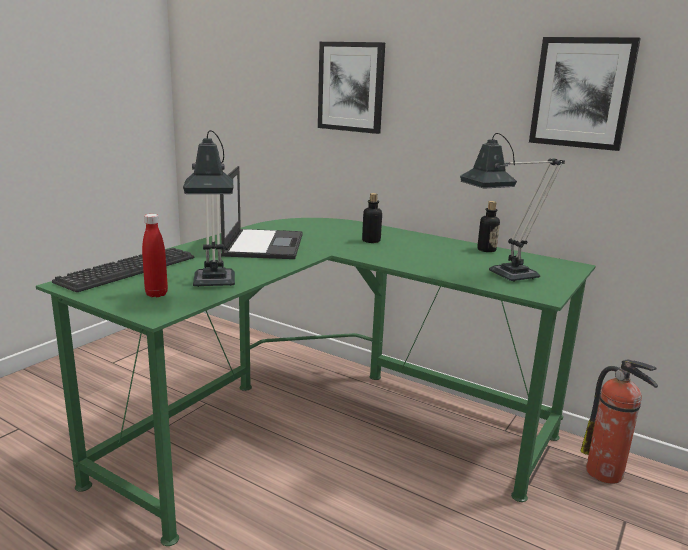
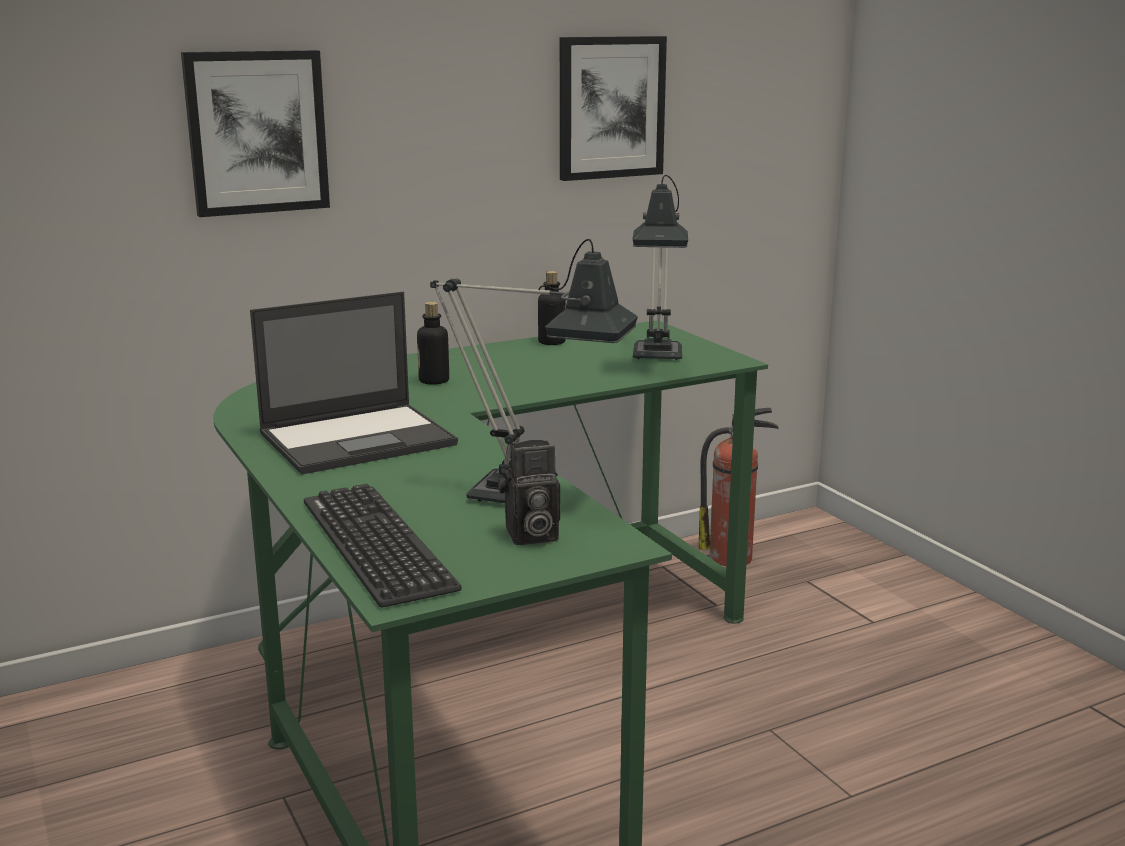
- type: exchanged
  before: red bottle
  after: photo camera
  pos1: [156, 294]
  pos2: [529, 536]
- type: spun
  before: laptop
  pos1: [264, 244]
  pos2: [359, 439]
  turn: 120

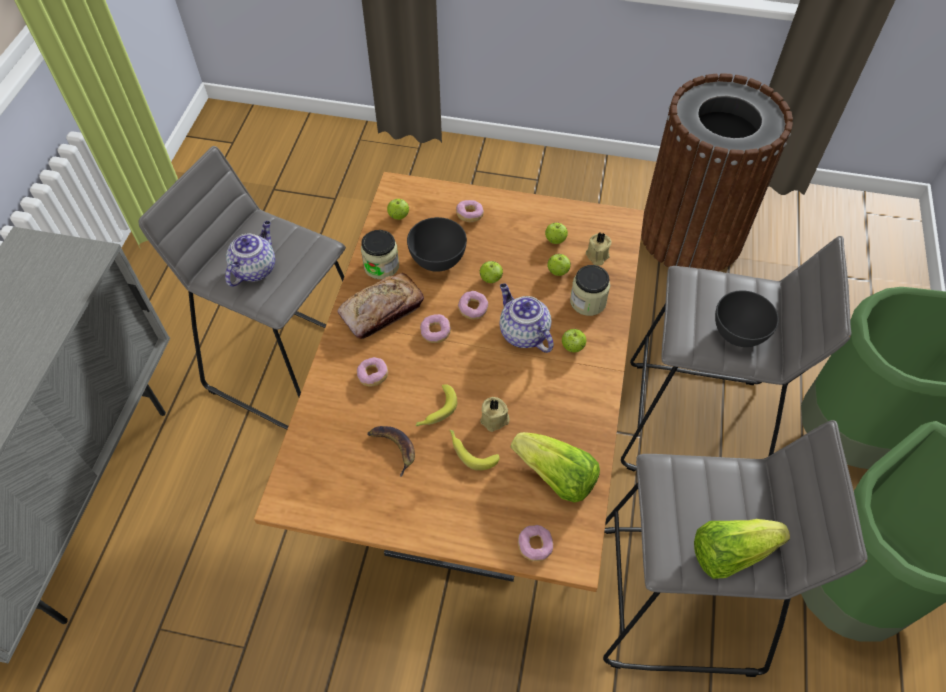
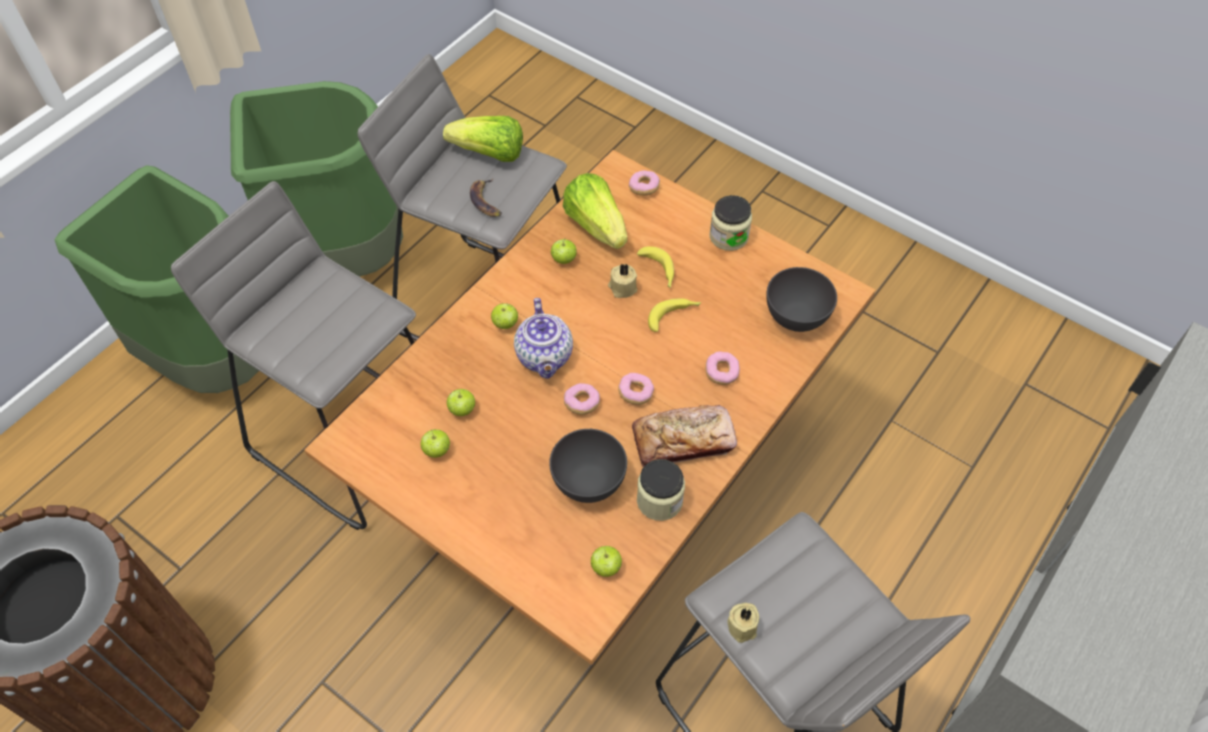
- type: missing
  before: teapot
  pos1: [255, 268]
- type: relocated
  before: banana
  pos1: [393, 448]
  pos2: [486, 201]
- type: missing
  before: donut
  pos1: [469, 215]
- type: relocated
  before: apple
  pos1: [491, 279]
  pos2: [564, 259]
- type: relocated
  before: jar
  pos1: [588, 301]
  pos2: [728, 236]
- type: relocated
  before: beige candle
  pos1: [597, 256]
  pos2: [743, 626]
- type: relocated
  before: grey bowl
  pos1: [738, 334]
  pos2: [796, 316]

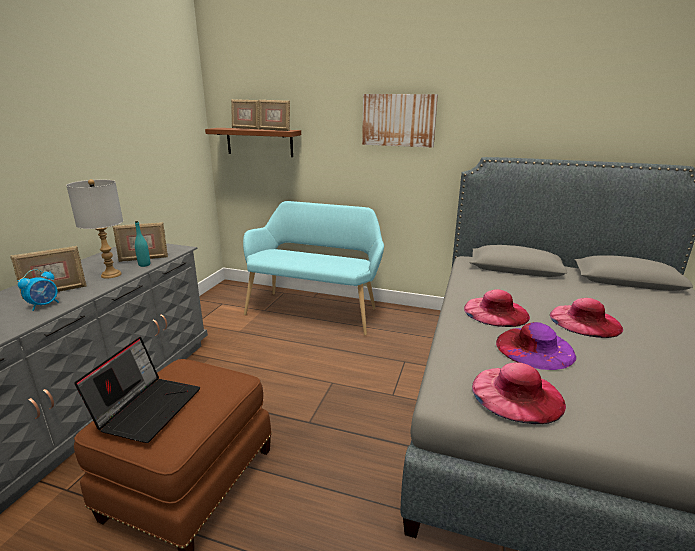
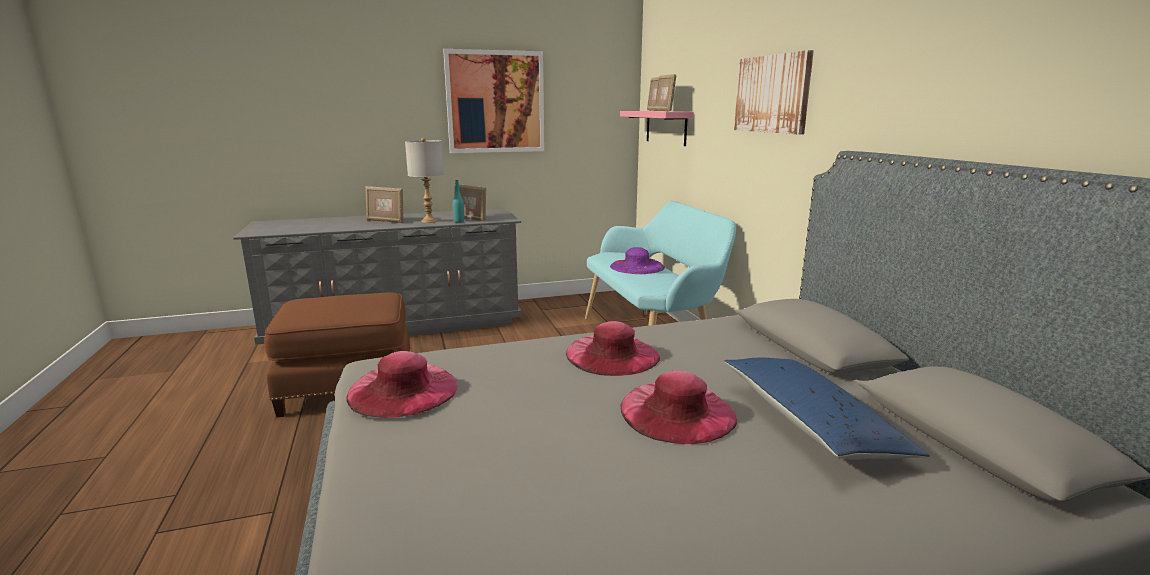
- type: missing
  before: alarm clock
  pos1: [44, 305]
- type: missing
  before: laptop
  pos1: [148, 407]
- type: colour
  before: brown shelf
  after: pink shelf
  pos1: [259, 142]
  pos2: [666, 127]
- type: relocated
  before: purple hat
  pos1: [535, 348]
  pos2: [637, 266]
- type: appeared
  after: picture
  pos2: [495, 102]
- type: appeared
  after: blue pillow
  pos2: [810, 423]

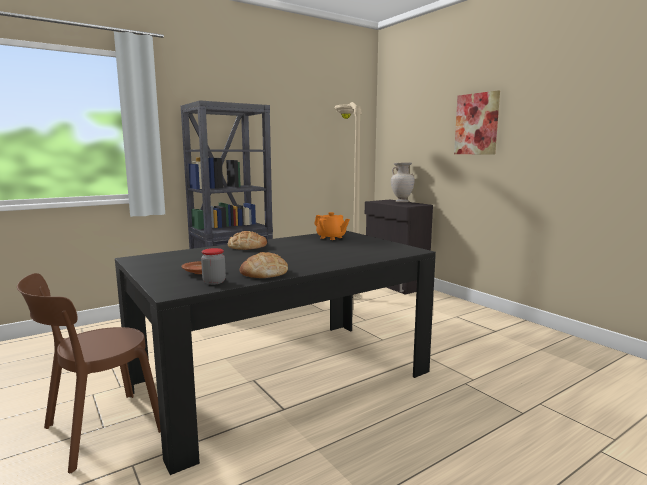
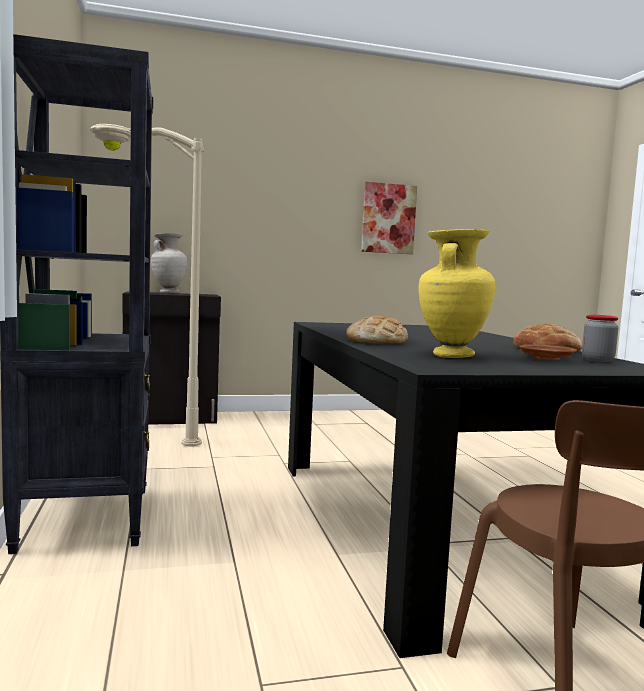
- type: missing
  before: orange teapot
  pos1: [331, 237]
- type: relocated
  before: picture
  pos1: [476, 124]
  pos2: [388, 218]
- type: appeared
  after: yellow vase
  pos2: [451, 356]

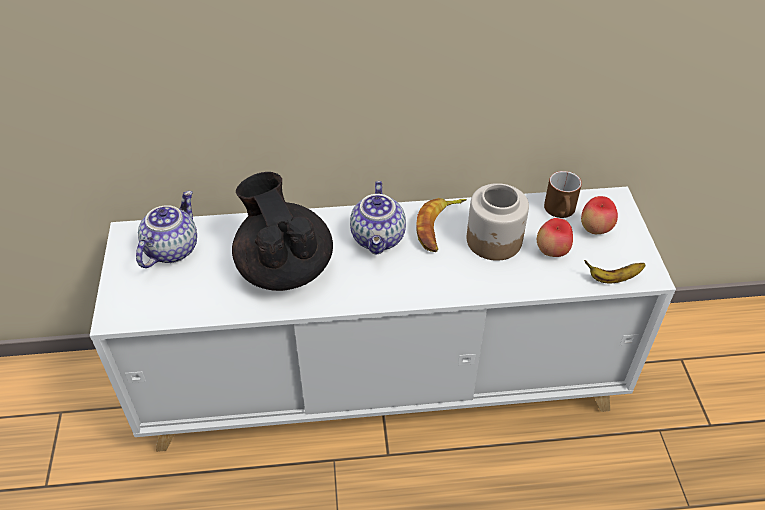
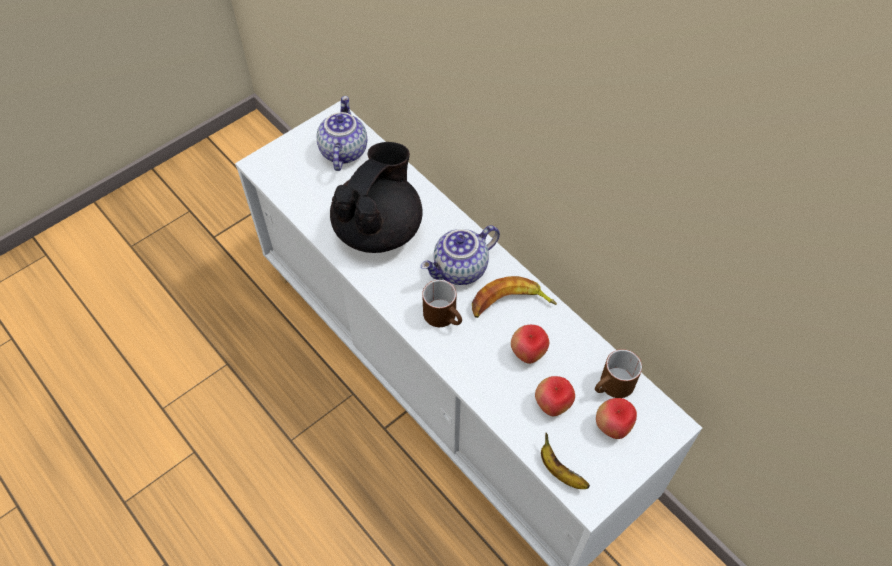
- type: spun
  before: teapot
  pos1: [171, 249]
  pos2: [342, 151]
  turn: -75
- type: exchanged
  before: jar
  after: apple
  pos1: [494, 241]
  pos2: [528, 353]
- type: appeared
  after: brown mug
  pos2: [445, 317]

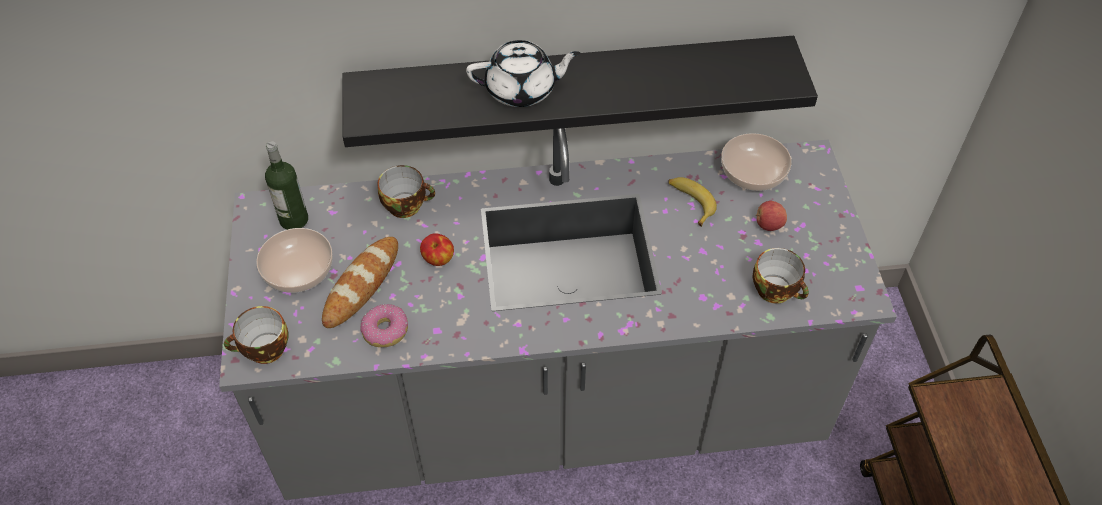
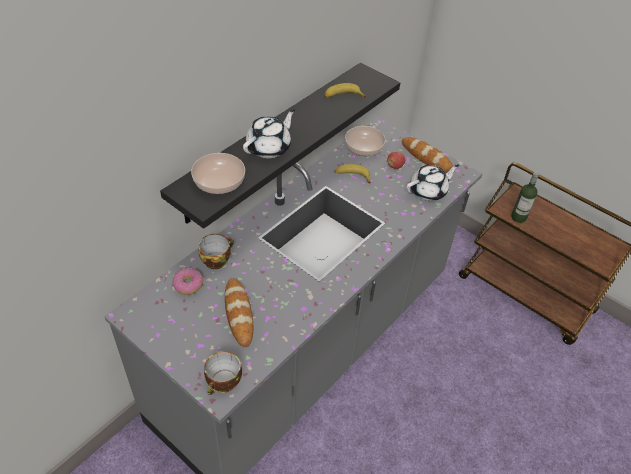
- type: relocated
  before: bowl
  pos1: [298, 270]
  pos2: [218, 182]
- type: relocated
  before: bottle
  pos1: [294, 220]
  pos2: [518, 217]
- type: relocated
  before: donut
  pos1: [385, 330]
  pos2: [188, 284]
- type: missing
  before: apple
  pos1: [438, 259]
- type: exchanged
  before: cup
  after: white teapot
  pos1: [777, 290]
  pos2: [429, 191]
- type: appeared
  after: banana
  pos2: [342, 96]
- type: appeared
  after: bread
  pos2: [427, 158]

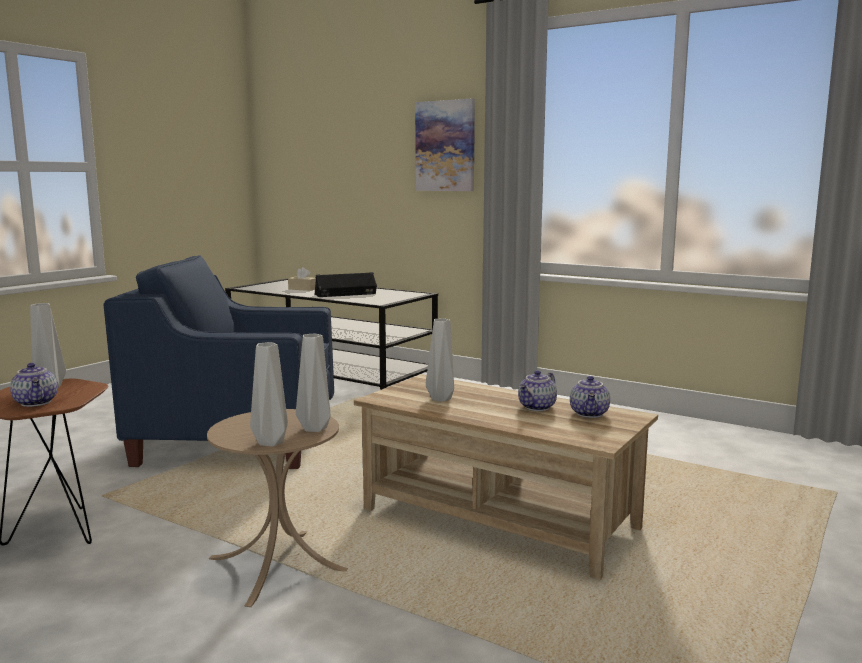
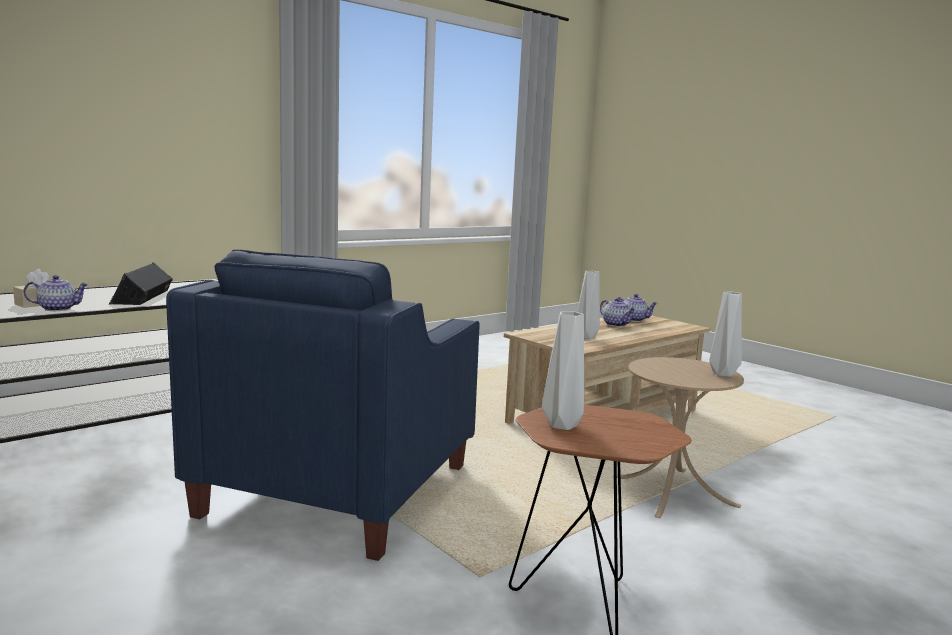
- type: relocated
  before: teapot
  pos1: [37, 402]
  pos2: [58, 309]
- type: missing
  before: grey vase
  pos1: [313, 428]
- type: missing
  before: picture
  pos1: [445, 146]

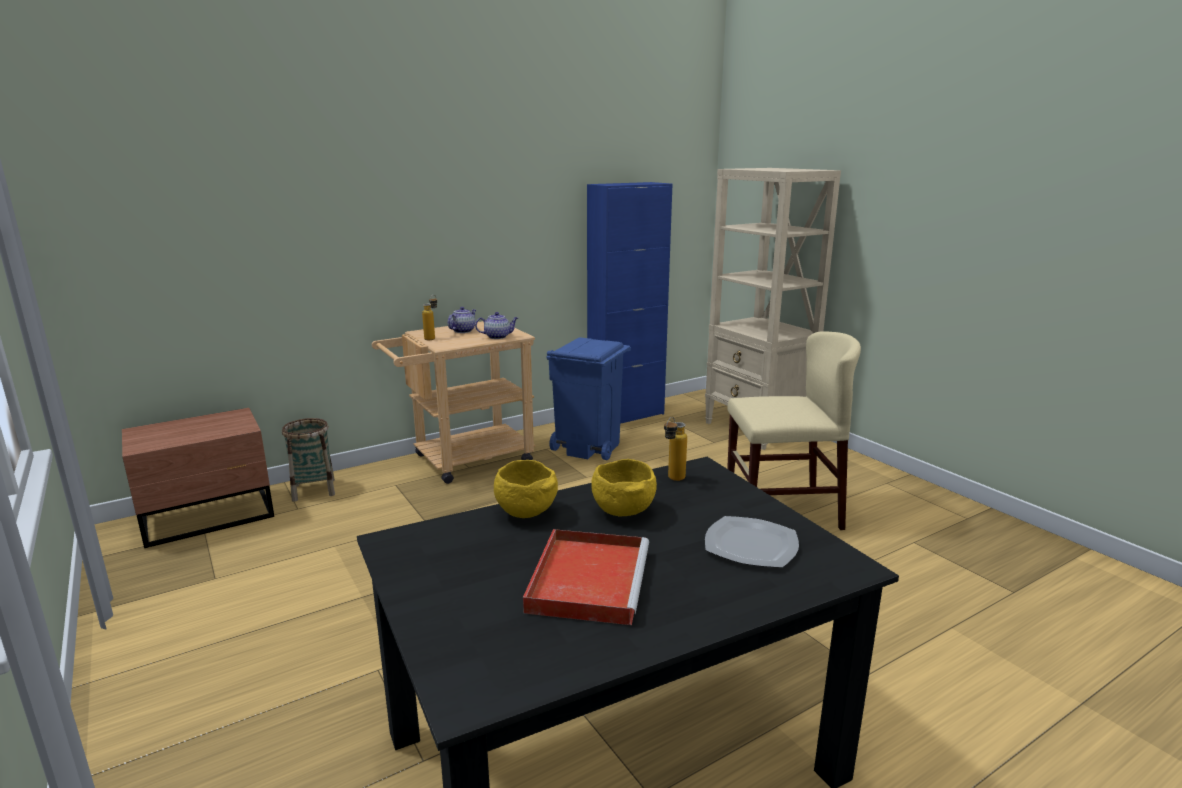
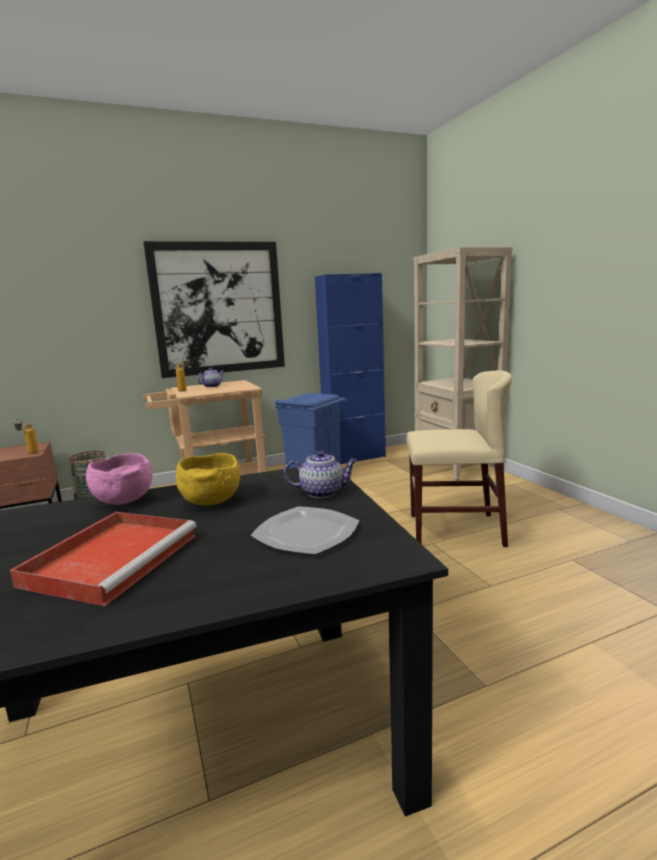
- type: relocated
  before: teapot
  pos1: [498, 337]
  pos2: [323, 492]
- type: colour
  before: yellow bowl
  after: pink bowl
  pos1: [524, 512]
  pos2: [123, 500]
- type: relocated
  before: bottle
  pos1: [672, 480]
  pos2: [29, 453]
- type: appeared
  after: picture
  pos2: [219, 309]

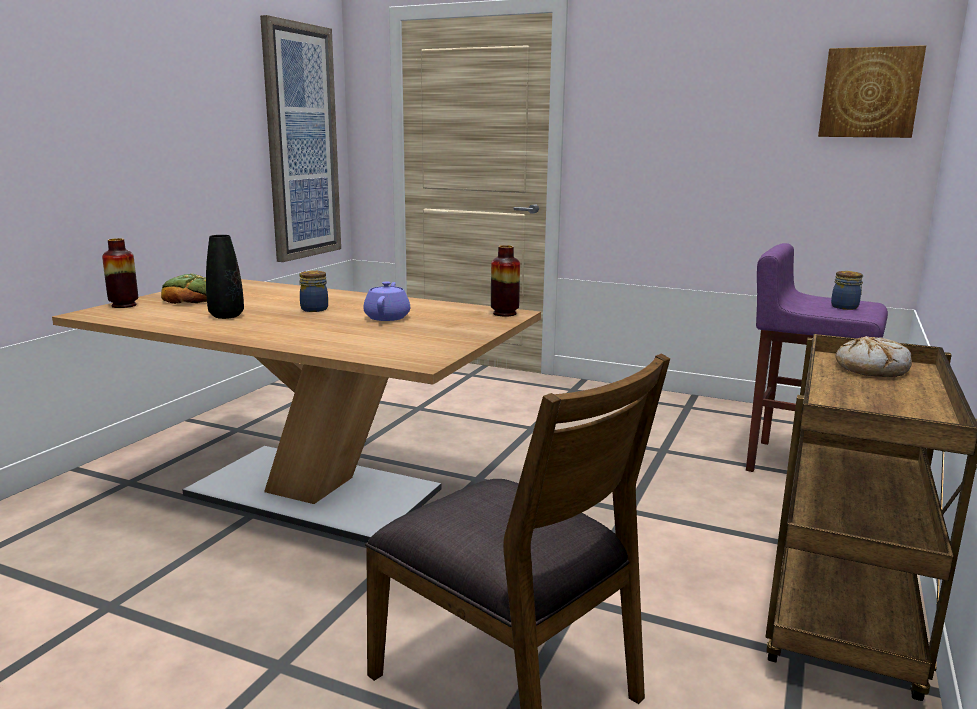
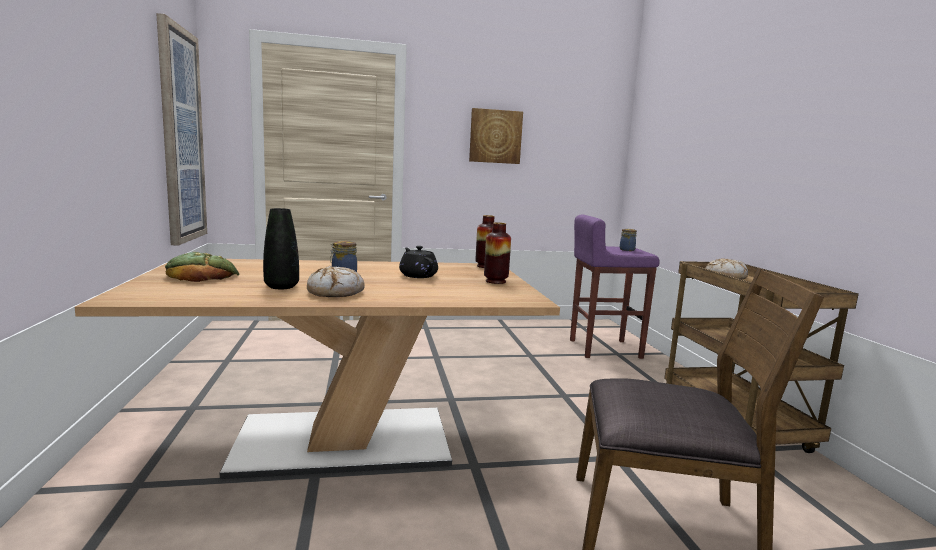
- type: relocated
  before: vase
  pos1: [124, 305]
  pos2: [495, 281]
- type: colour
  before: purple teapot
  after: black teapot
  pos1: [387, 317]
  pos2: [418, 275]
- type: relocated
  before: picture
  pos1: [869, 93]
  pos2: [495, 136]
- type: appeared
  after: bread
  pos2: [336, 292]

